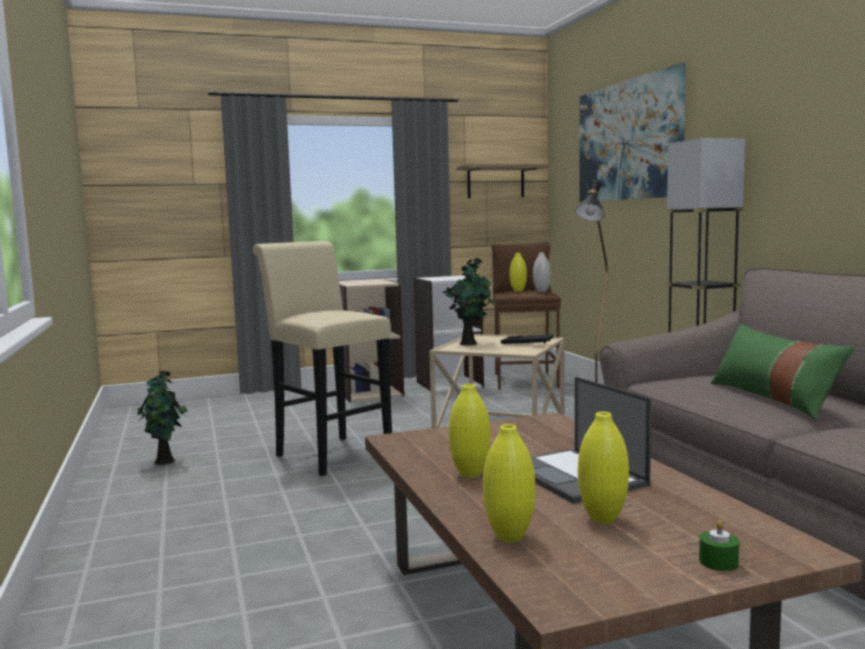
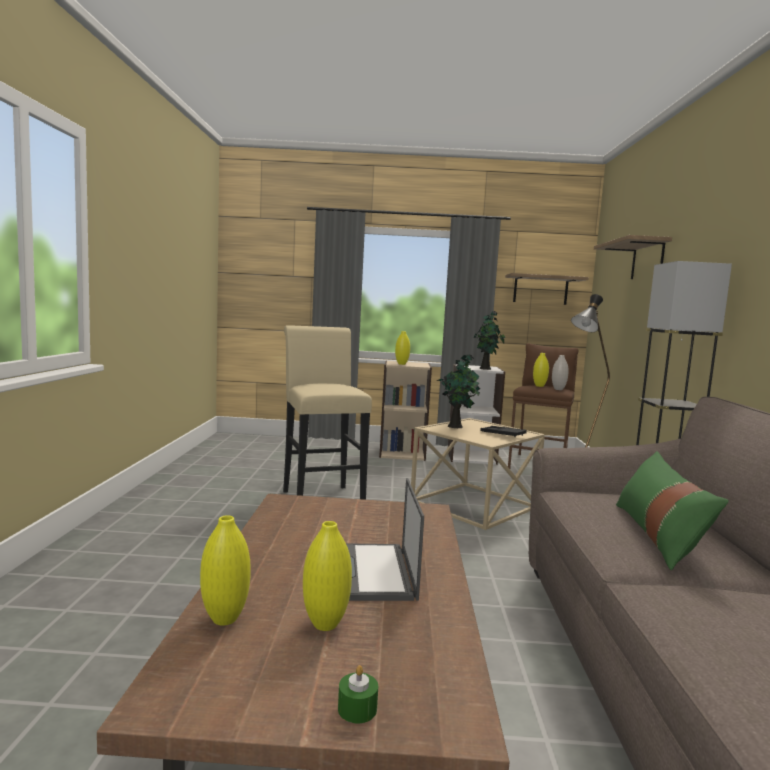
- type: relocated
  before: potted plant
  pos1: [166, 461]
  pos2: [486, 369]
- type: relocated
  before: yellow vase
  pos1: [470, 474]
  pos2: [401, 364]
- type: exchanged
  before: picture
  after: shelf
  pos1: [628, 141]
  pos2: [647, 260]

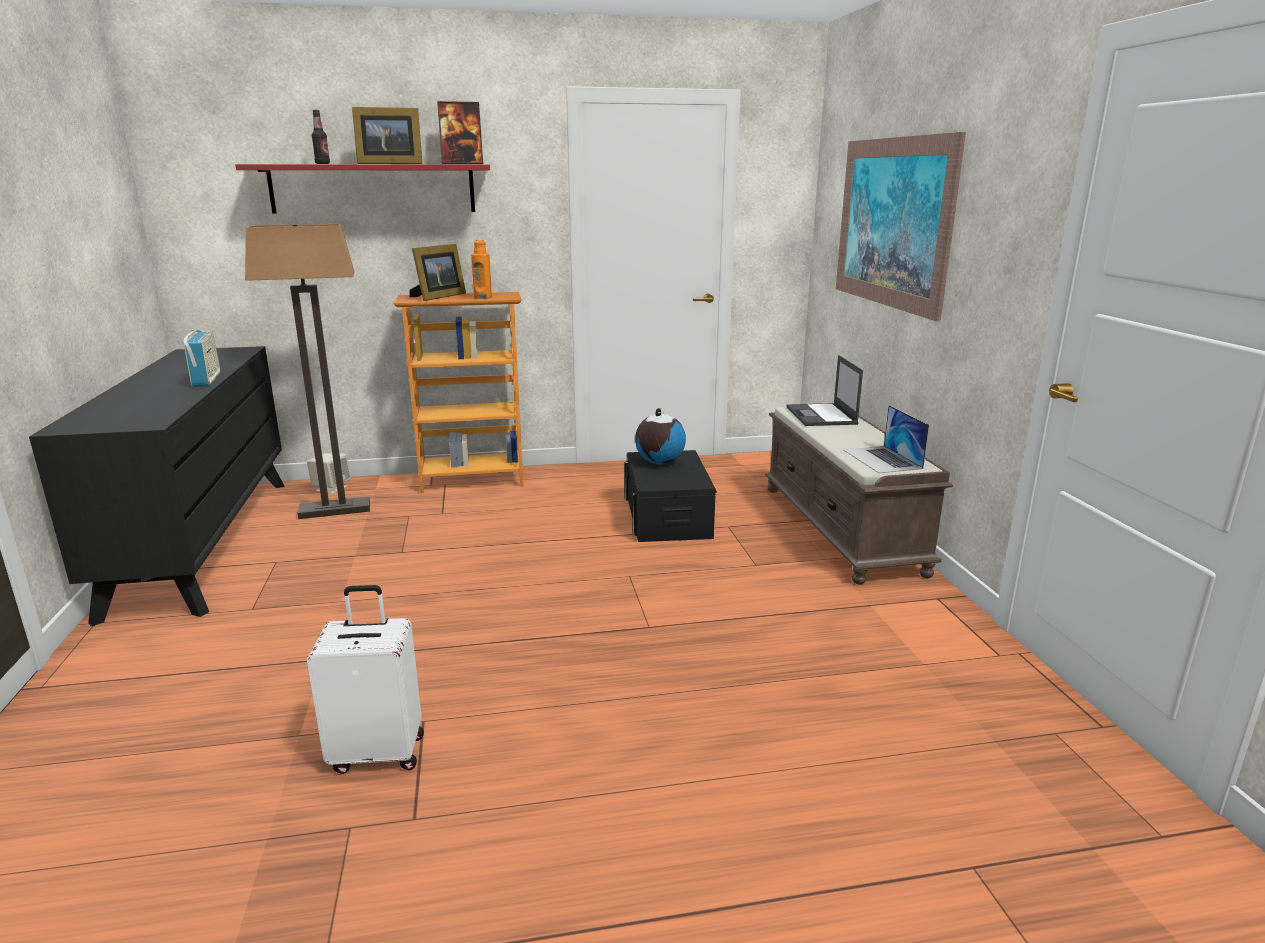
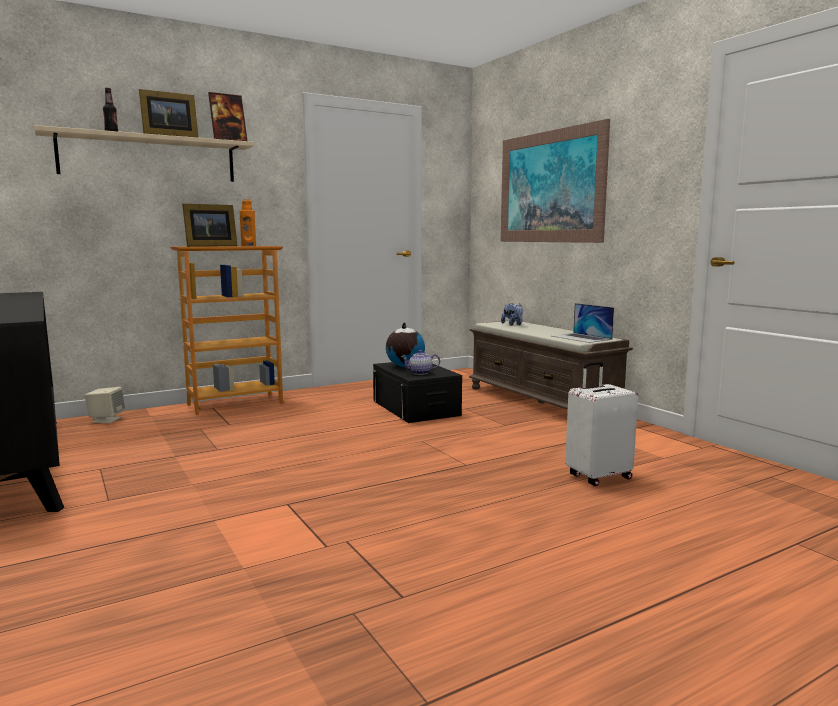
- type: missing
  before: radio
  pos1: [206, 380]
- type: colour
  before: red shelf
  after: beige shelf
  pos1: [373, 188]
  pos2: [149, 158]
- type: missing
  before: floor lamp
  pos1: [335, 510]
- type: relocated
  before: white suitcase
  pos1: [378, 752]
  pos2: [598, 476]
- type: spun
  before: picture frame
  pos1: [438, 297]
  pos2: [209, 246]
  turn: 45
- type: exchanged
  before: laptop
  after: plush toy
  pos1: [821, 416]
  pos2: [513, 324]
- type: appeared
  after: teapot
  pos2: [420, 373]

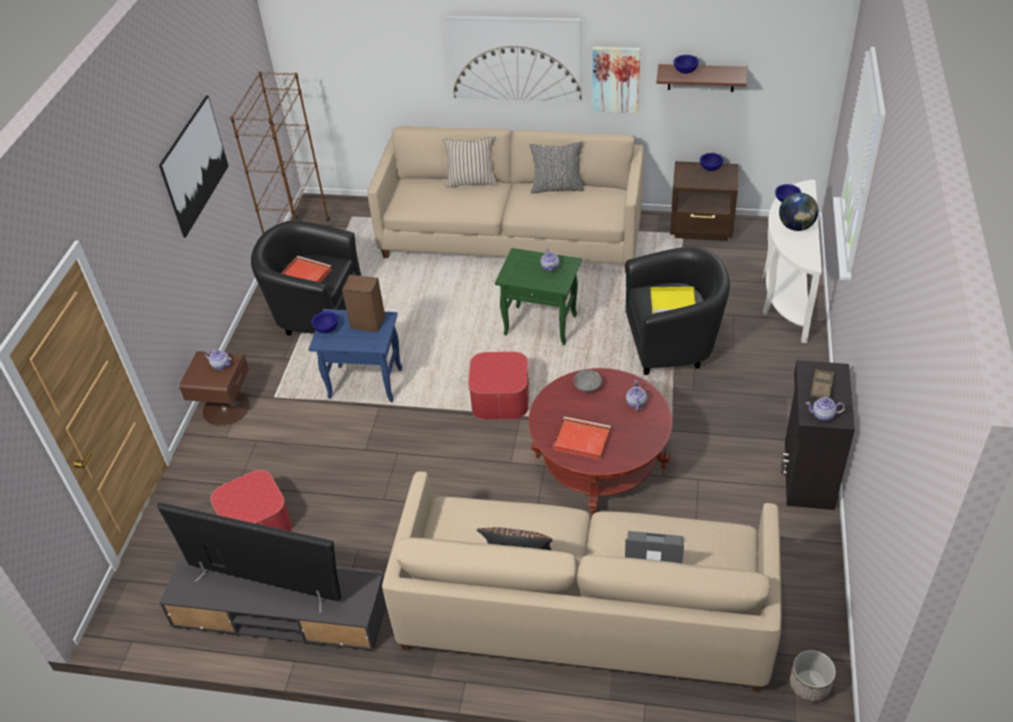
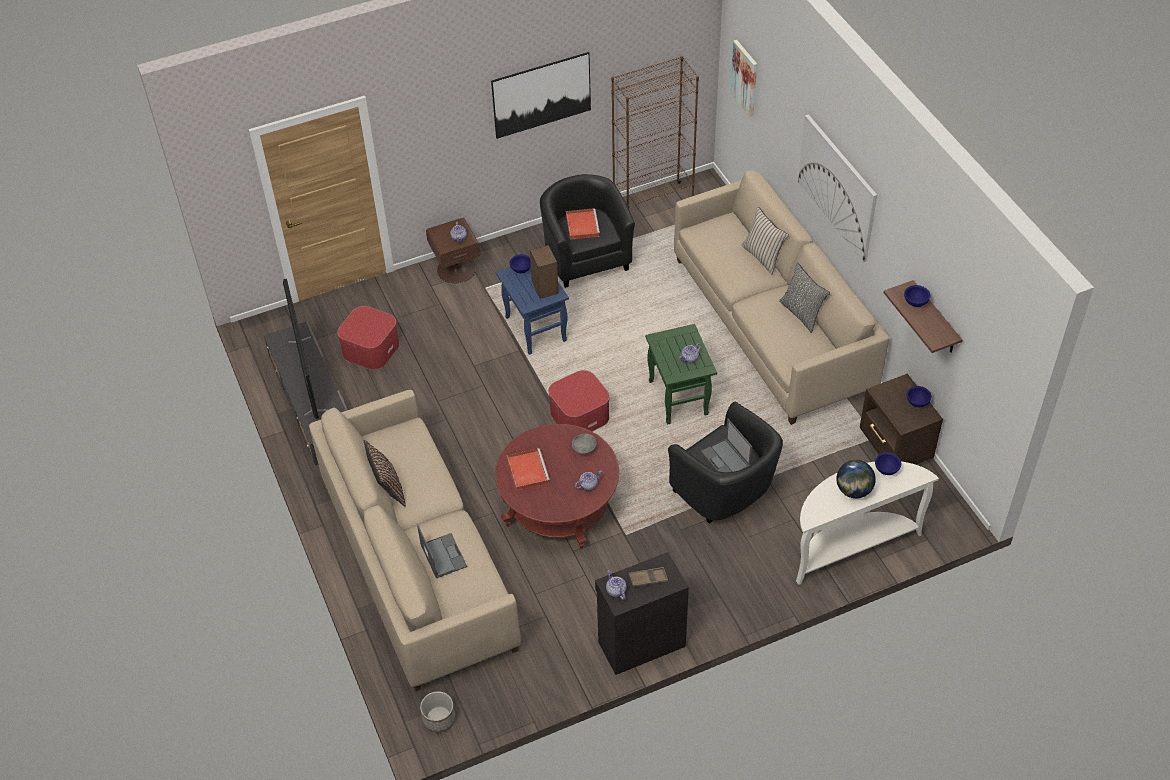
- type: relocated
  before: picture
  pos1: [616, 79]
  pos2: [745, 78]
- type: exchanged
  before: yellow tray
  after: laptop
  pos1: [674, 302]
  pos2: [726, 459]

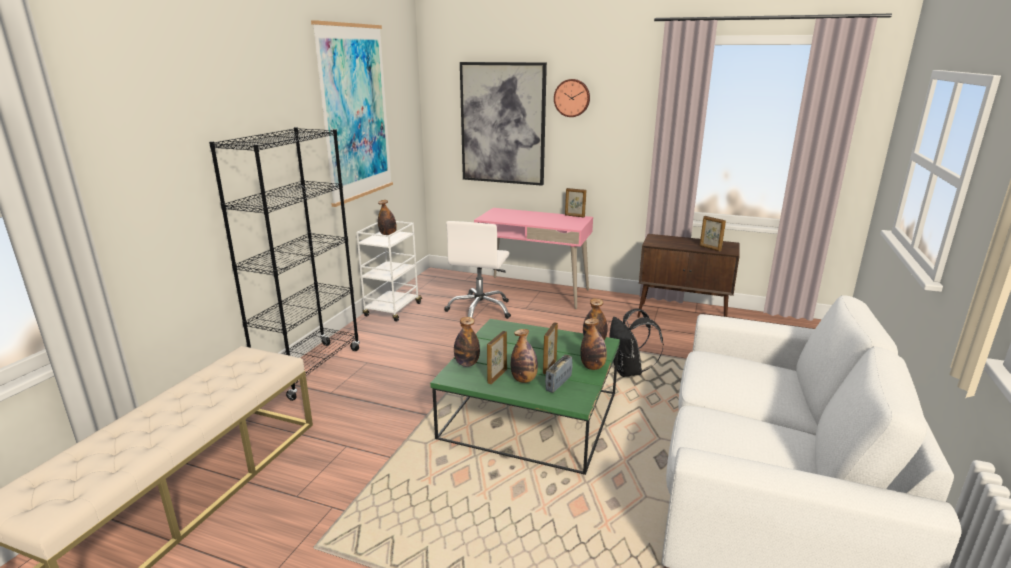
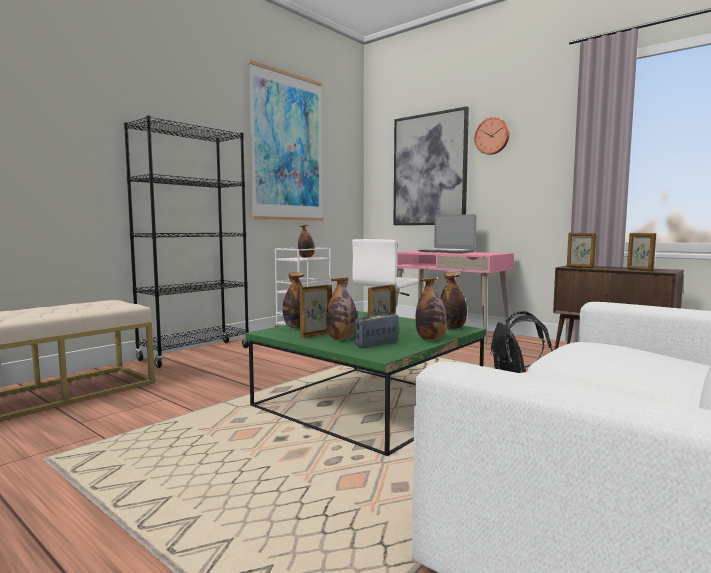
- type: relocated
  before: picture frame
  pos1: [574, 216]
  pos2: [580, 267]
- type: appeared
  after: laptop
  pos2: [446, 252]

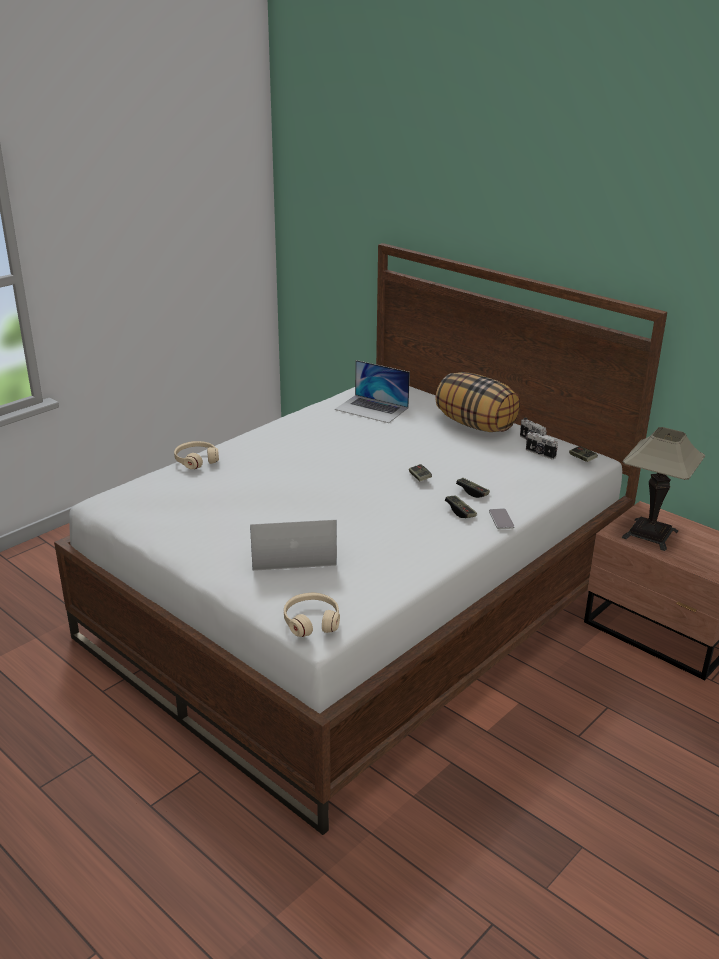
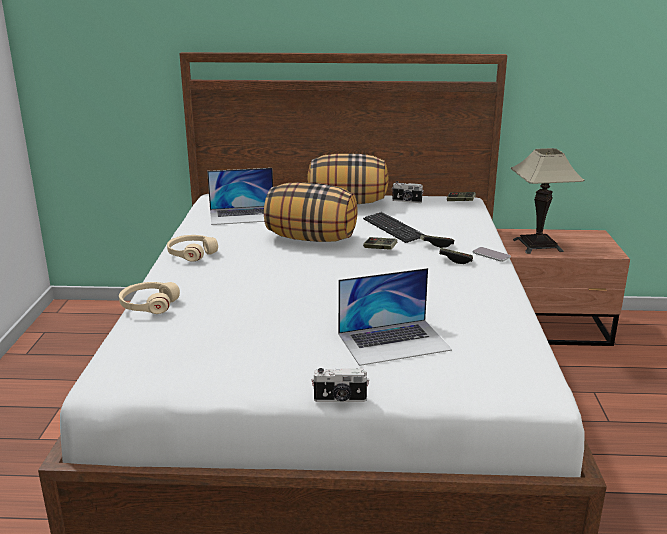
- type: spun
  before: laptop
  pos1: [292, 553]
  pos2: [394, 341]
  turn: -150
- type: relocated
  before: beige headphones
  pos1: [311, 621]
  pos2: [191, 254]
- type: relocated
  before: photo camera
  pos1: [540, 454]
  pos2: [340, 399]
- type: appeared
  after: pillow
  pos2: [311, 238]
- type: appeared
  after: keyboard
  pos2: [393, 229]

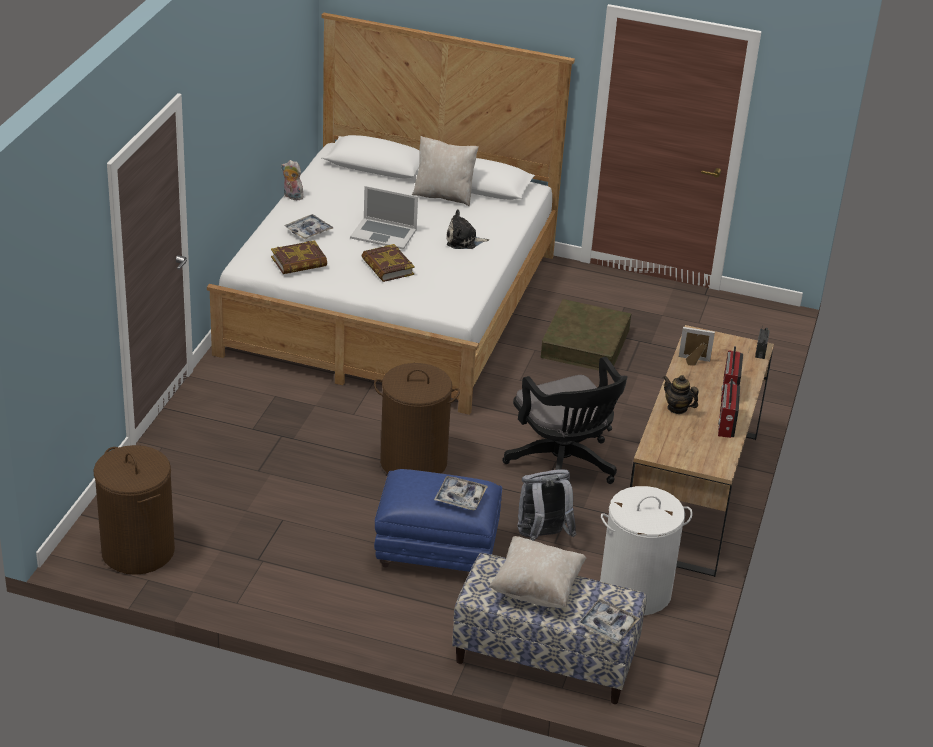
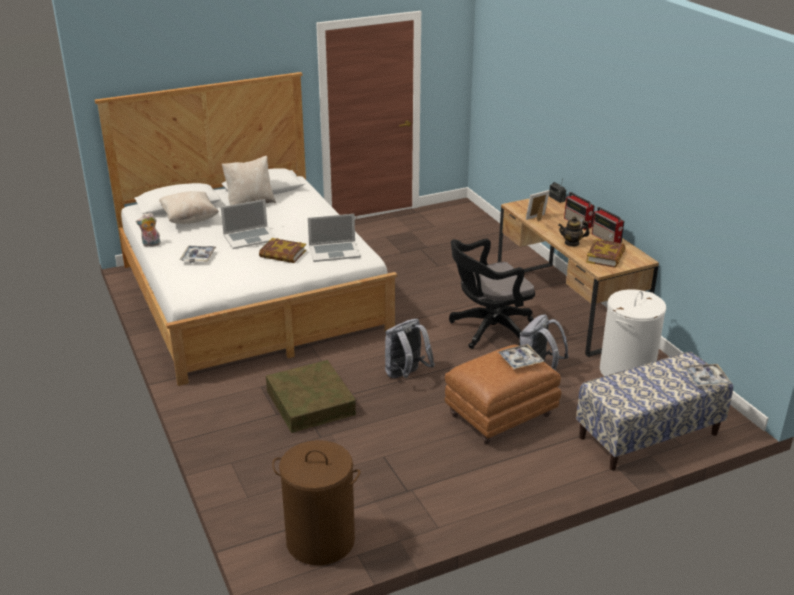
- type: relocated
  before: book
  pos1: [299, 262]
  pos2: [605, 256]
- type: exchanged
  before: brown laundry basket
  after: grey backpack
  pos1: [413, 462]
  pos2: [406, 375]
- type: colour
  before: blue ottoman
  after: brown ottoman
  pos1: [435, 552]
  pos2: [500, 417]
- type: missing
  before: plush toy
  pos1: [463, 241]
- type: relocated
  before: beige pillow
  pos1: [536, 589]
  pos2: [189, 219]
- type: spun
  before: black office chair
  pos1: [564, 466]
  pos2: [488, 330]
  turn: 135
- type: relocated
  before: brown storage box
  pos1: [585, 344]
  pos2: [310, 402]
- type: appeared
  after: laptop
  pos2: [334, 251]

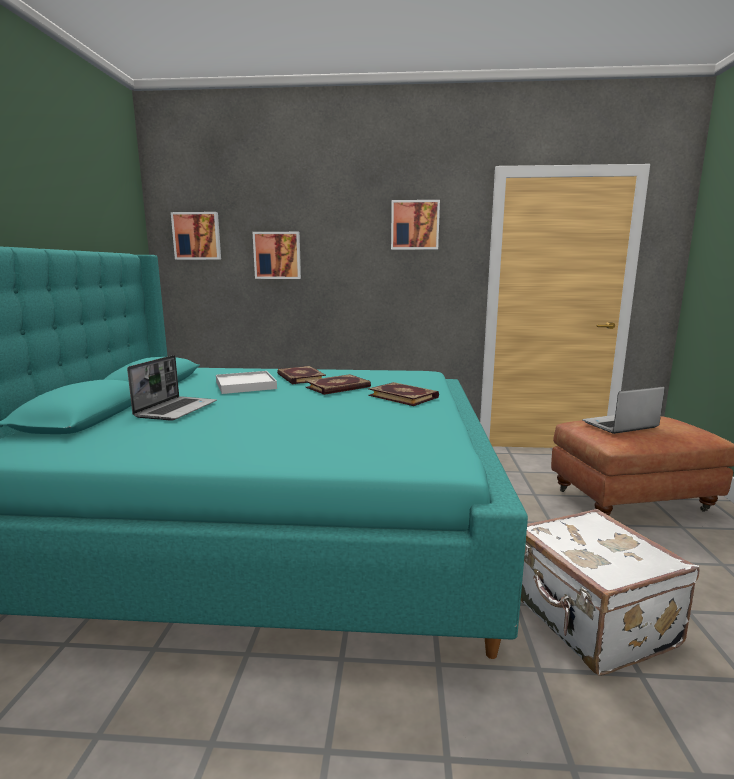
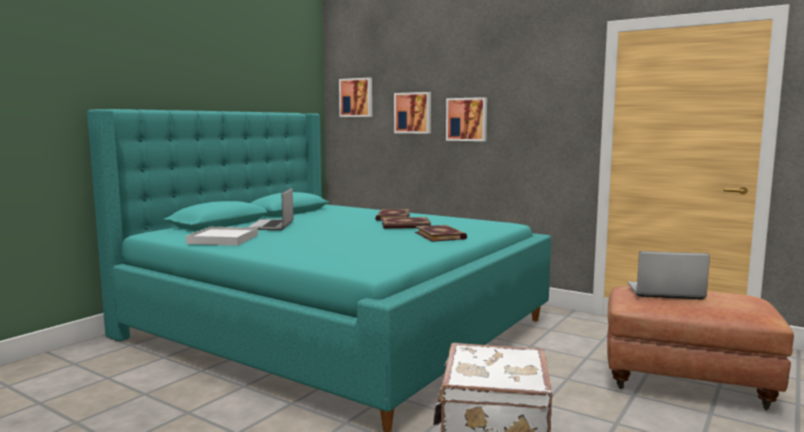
- type: spun
  before: laptop
  pos1: [176, 409]
  pos2: [272, 226]
  turn: 135
- type: relocated
  before: white tray
  pos1: [246, 385]
  pos2: [223, 239]
- type: relocated
  before: picture
  pos1: [414, 225]
  pos2: [467, 119]

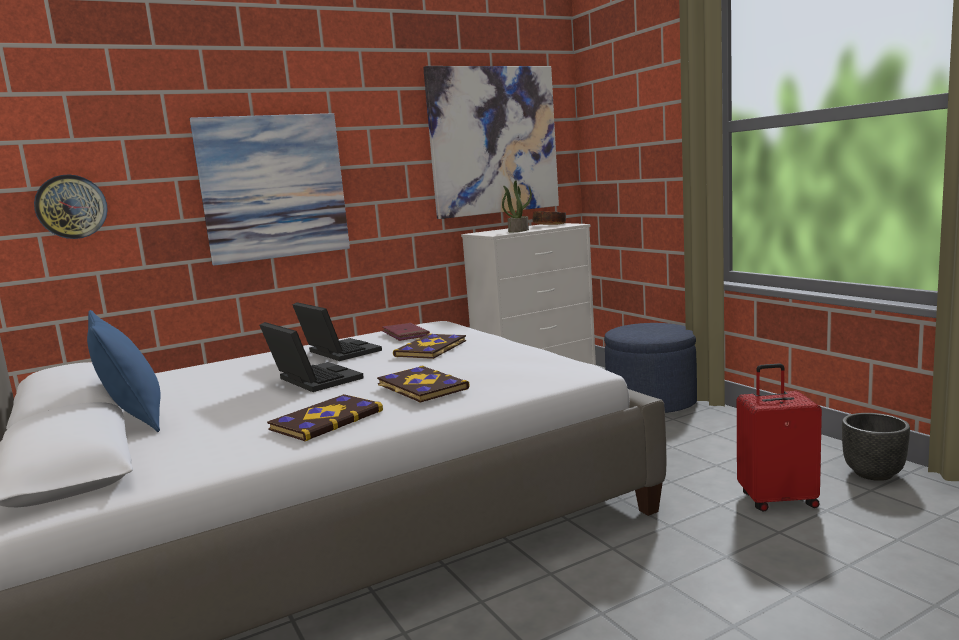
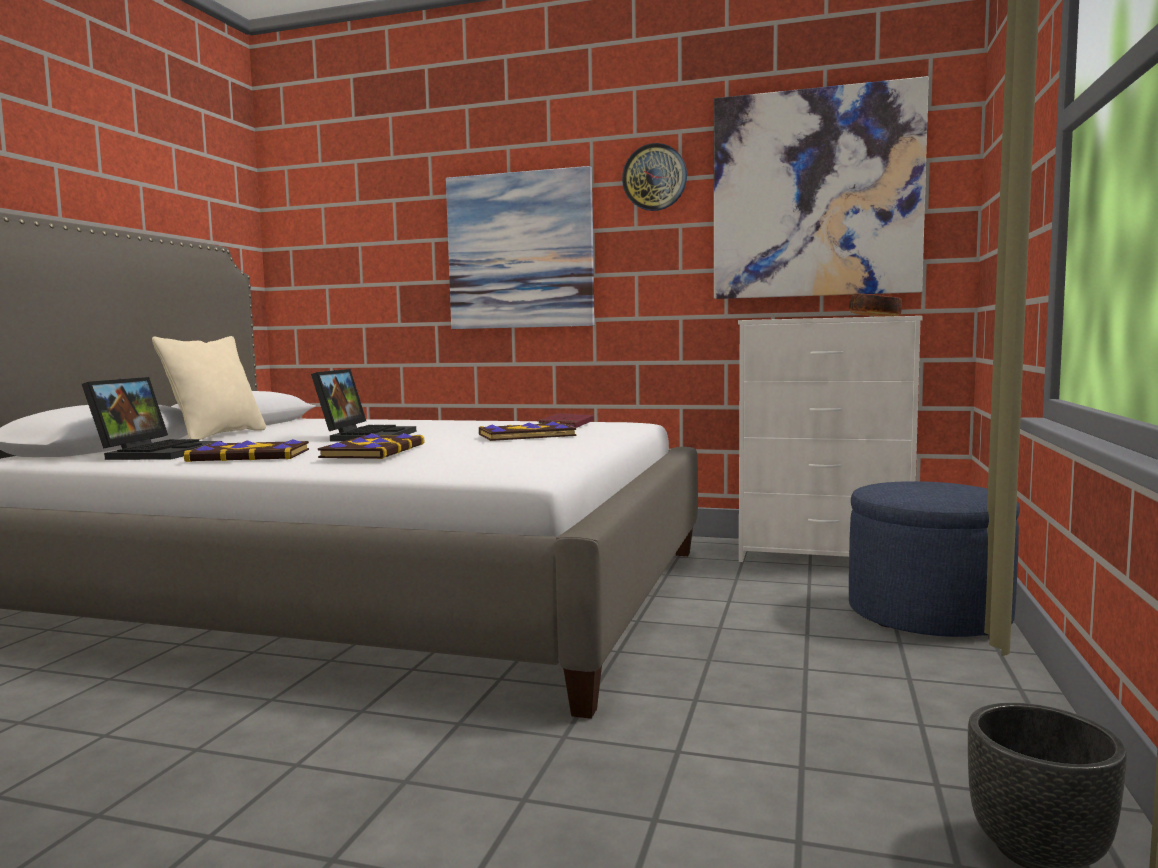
- type: relocated
  before: wall clock
  pos1: [71, 206]
  pos2: [654, 177]
- type: colour
  before: blue pillow
  after: beige pillow
  pos1: [134, 420]
  pos2: [217, 435]
- type: relocated
  before: laptop
  pos1: [337, 352]
  pos2: [157, 452]
- type: missing
  before: potted plant
  pos1: [518, 231]
- type: missing
  before: red suitcase
  pos1: [777, 499]

